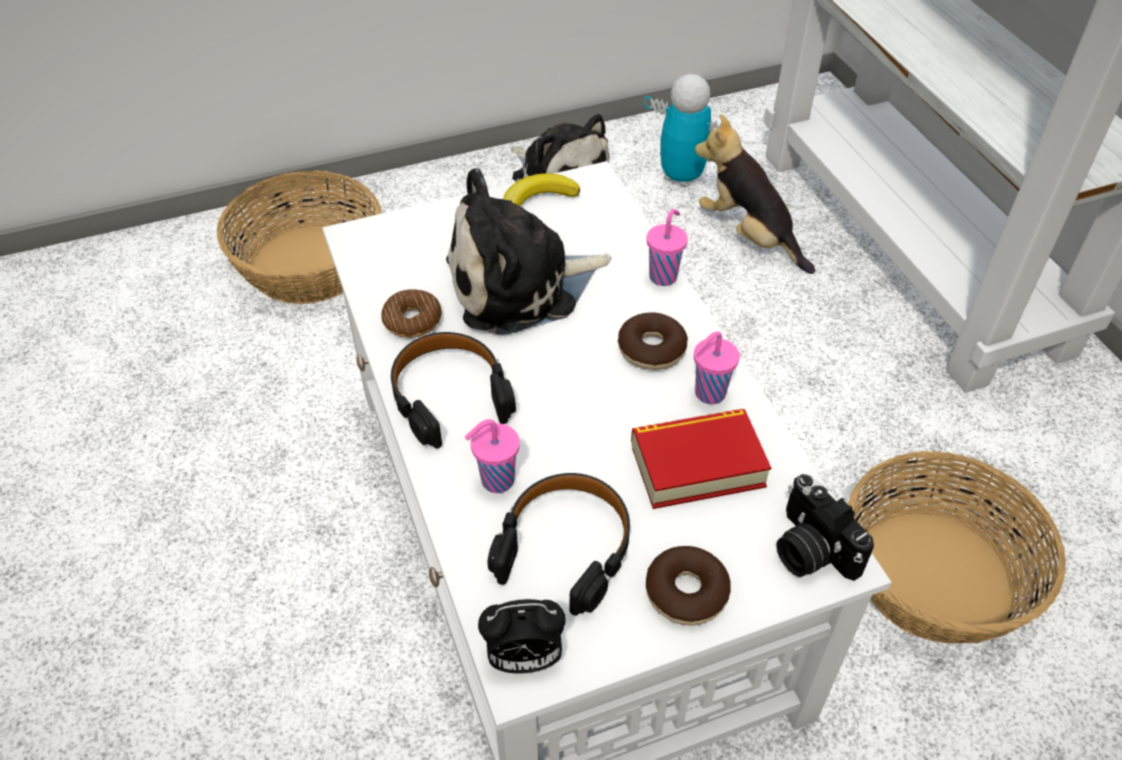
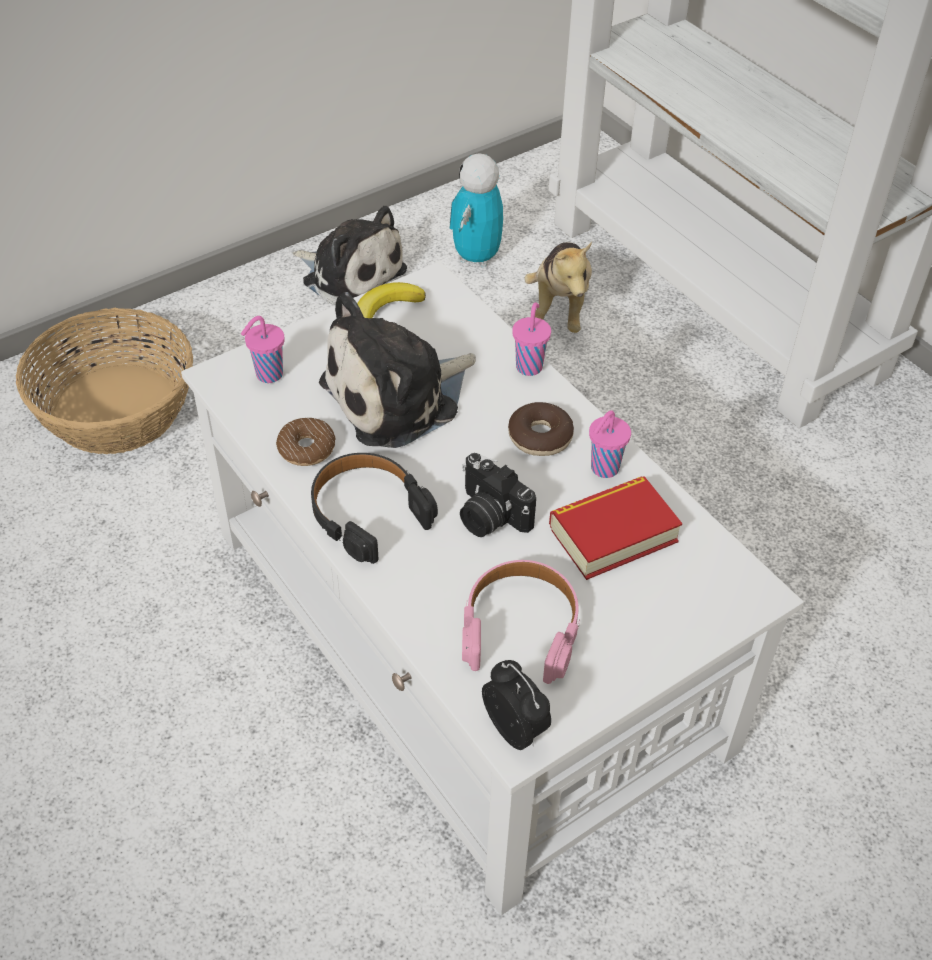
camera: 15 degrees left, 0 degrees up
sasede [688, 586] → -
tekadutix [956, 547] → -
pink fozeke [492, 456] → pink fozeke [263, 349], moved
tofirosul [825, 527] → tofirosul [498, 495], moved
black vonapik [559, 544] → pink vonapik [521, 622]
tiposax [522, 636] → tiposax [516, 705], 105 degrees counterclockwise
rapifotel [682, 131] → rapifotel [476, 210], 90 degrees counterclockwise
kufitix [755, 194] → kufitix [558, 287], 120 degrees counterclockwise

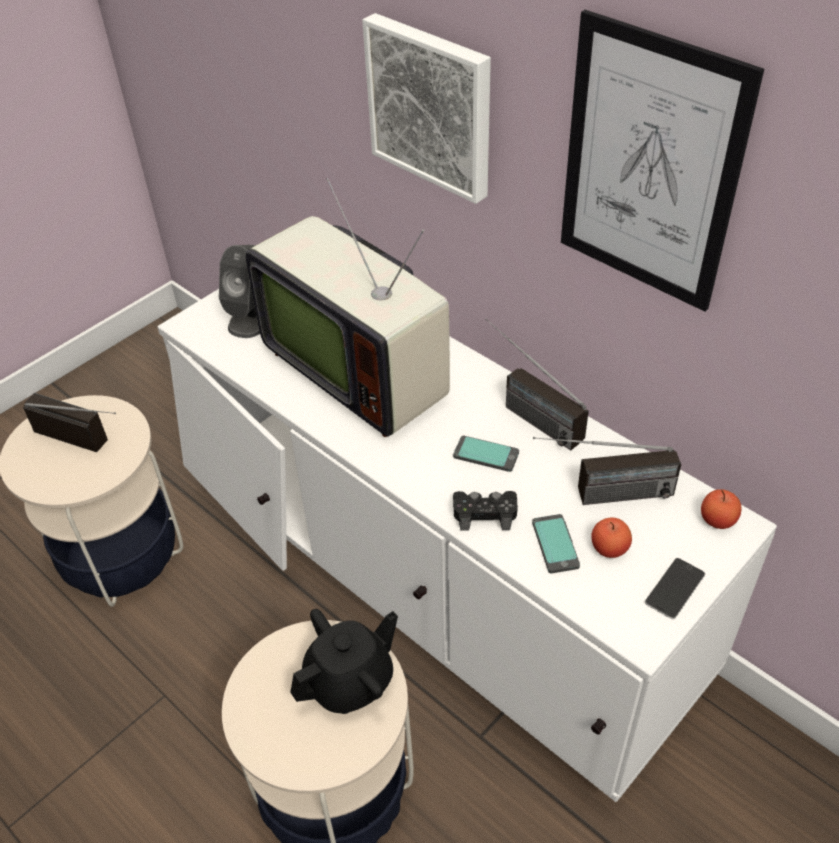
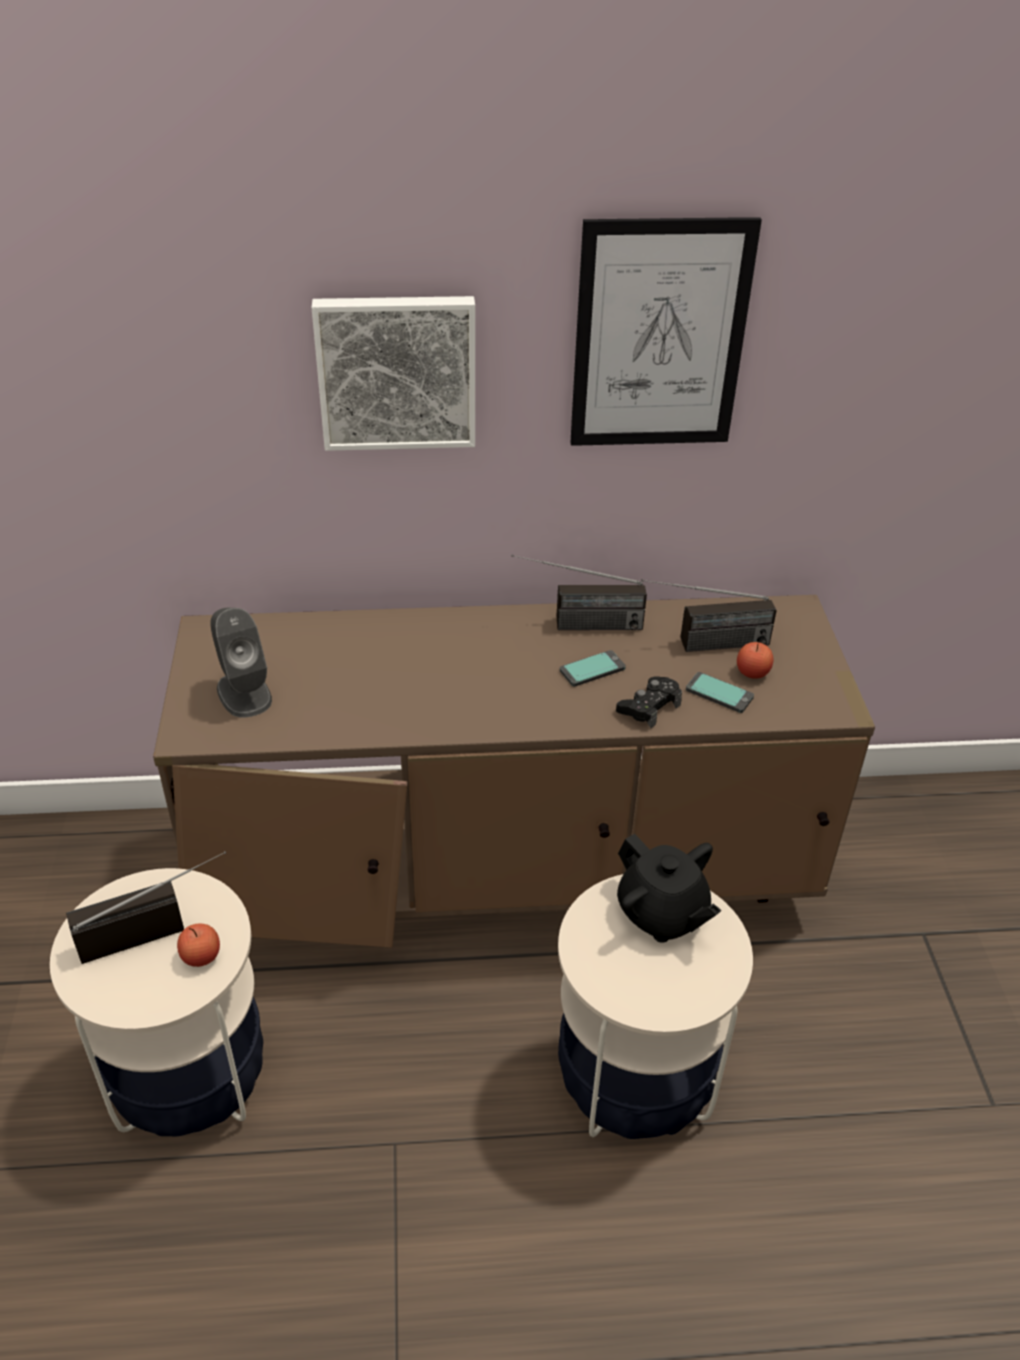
camera: 50 degrees left, 5 degrees down
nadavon [347, 307] → -
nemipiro [675, 588] → -
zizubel [721, 509] → zizubel [198, 945], moved
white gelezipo [467, 545] → brown gelezipo [514, 771]
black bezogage [344, 661] → black bezogage [669, 888], 135 degrees clockwise
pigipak [607, 471] → pigipak [709, 615], 45 degrees clockwise

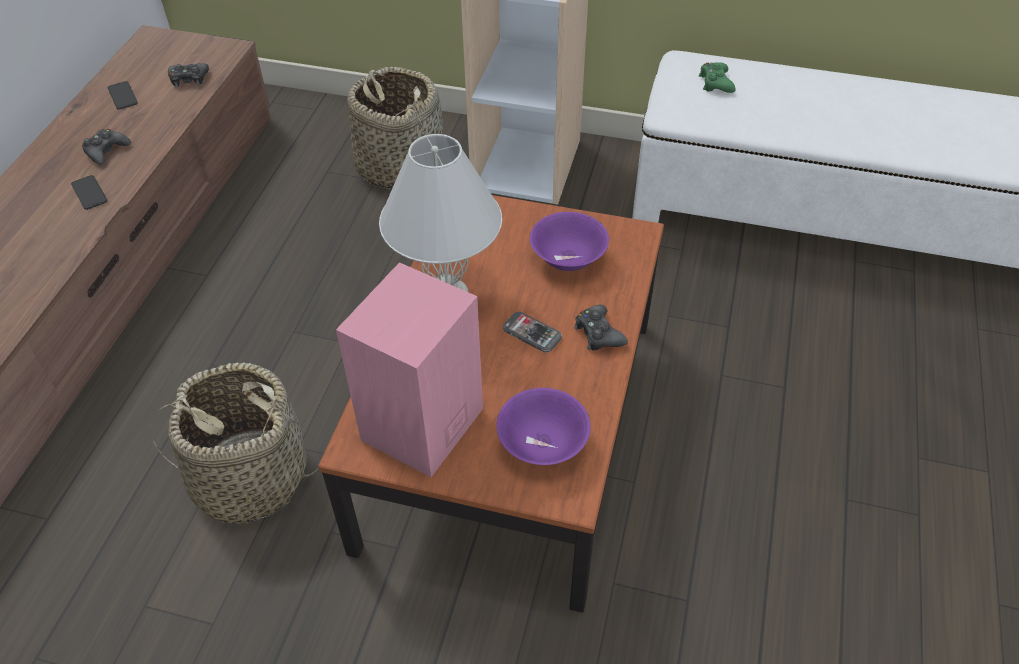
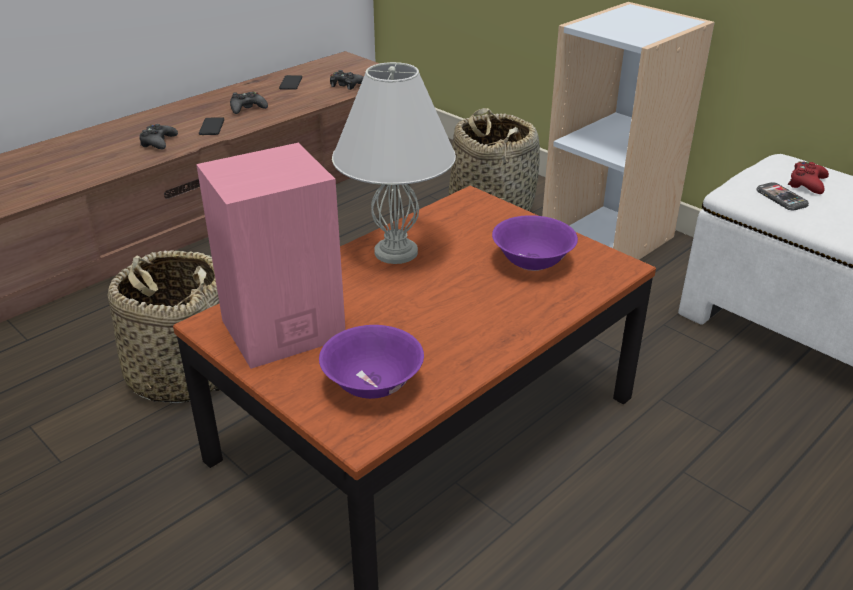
camera: 30 degrees right, 15 degrees down
nemipiro [532, 332] → nemipiro [783, 196], moved
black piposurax [601, 328] → black piposurax [158, 136], moved
green piposurax [717, 77] → red piposurax [808, 178]

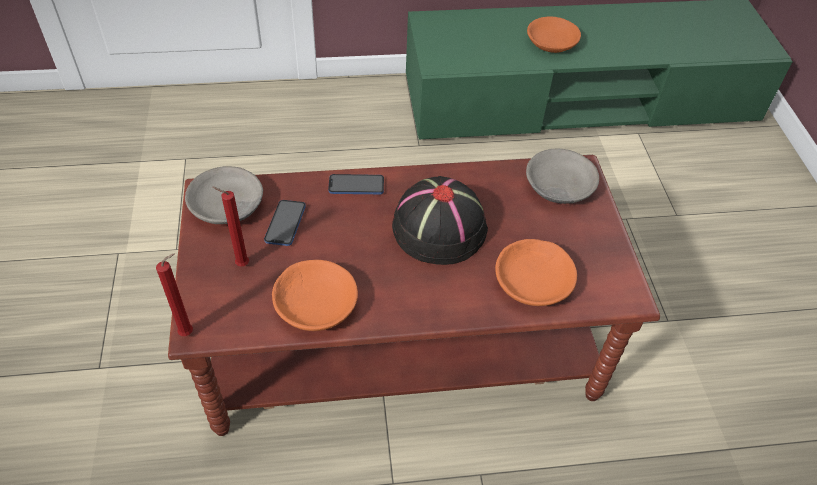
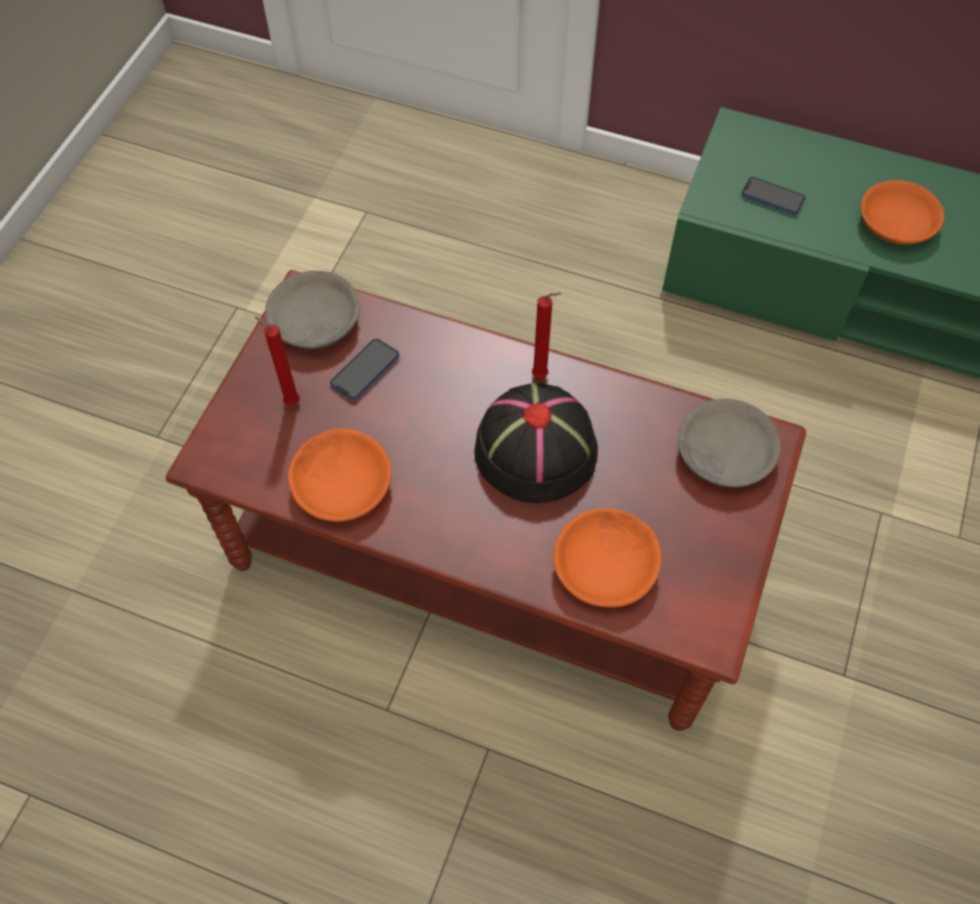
camera: 30 degrees right, 10 degrees up
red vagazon [174, 295] → red vagazon [547, 336], moved
nemipiro [356, 184] → nemipiro [774, 196], moved

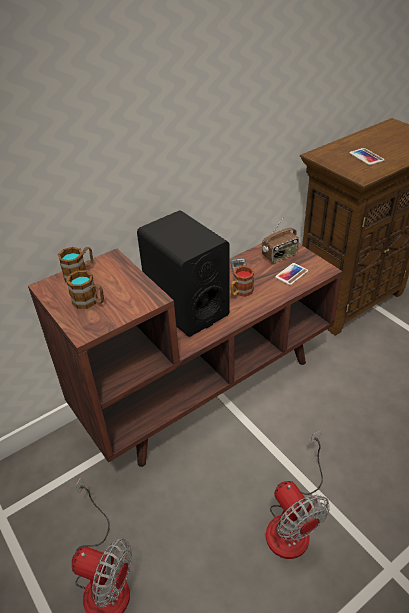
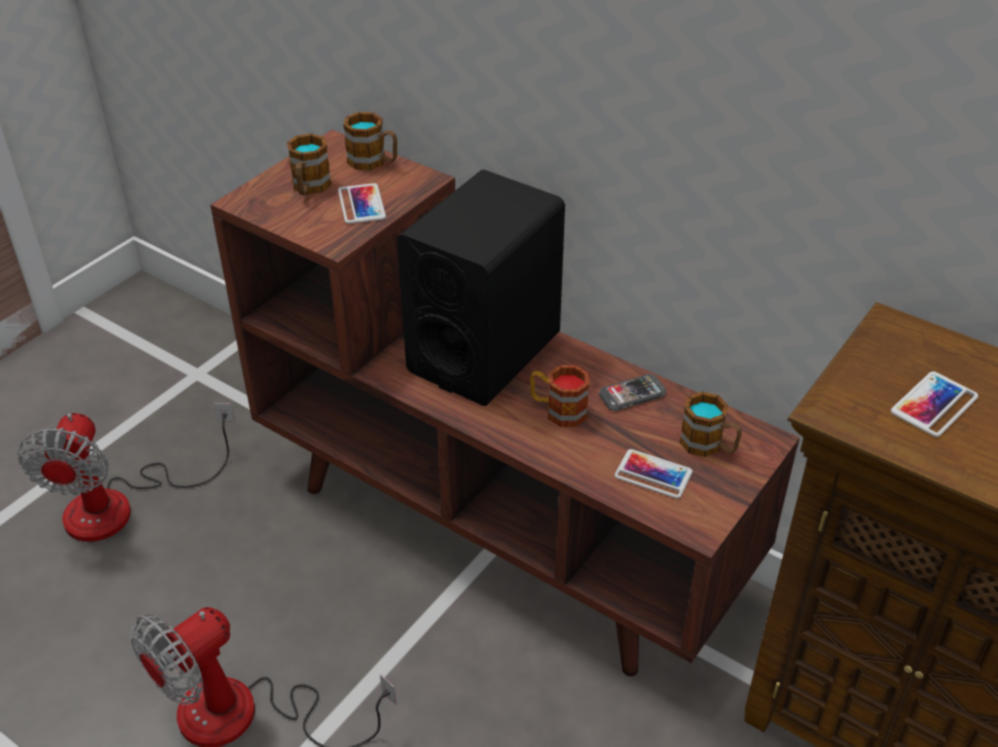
camera: 70 degrees right, 0 degrees up
- → nemipiro [362, 203]
pigipak [280, 240] → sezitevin [710, 424]

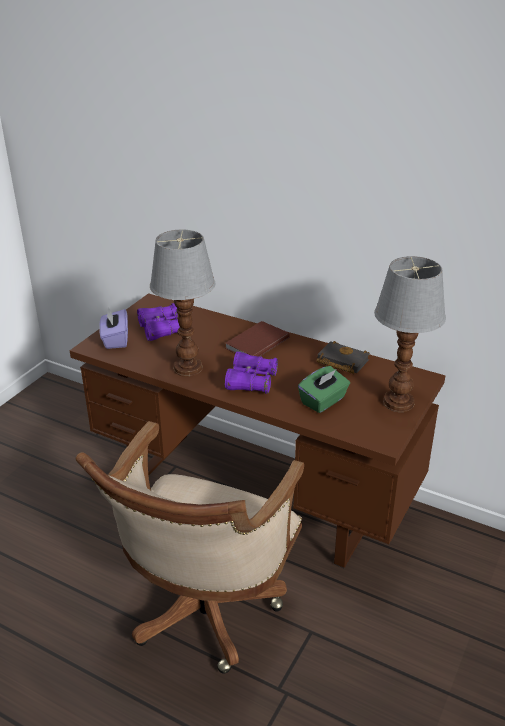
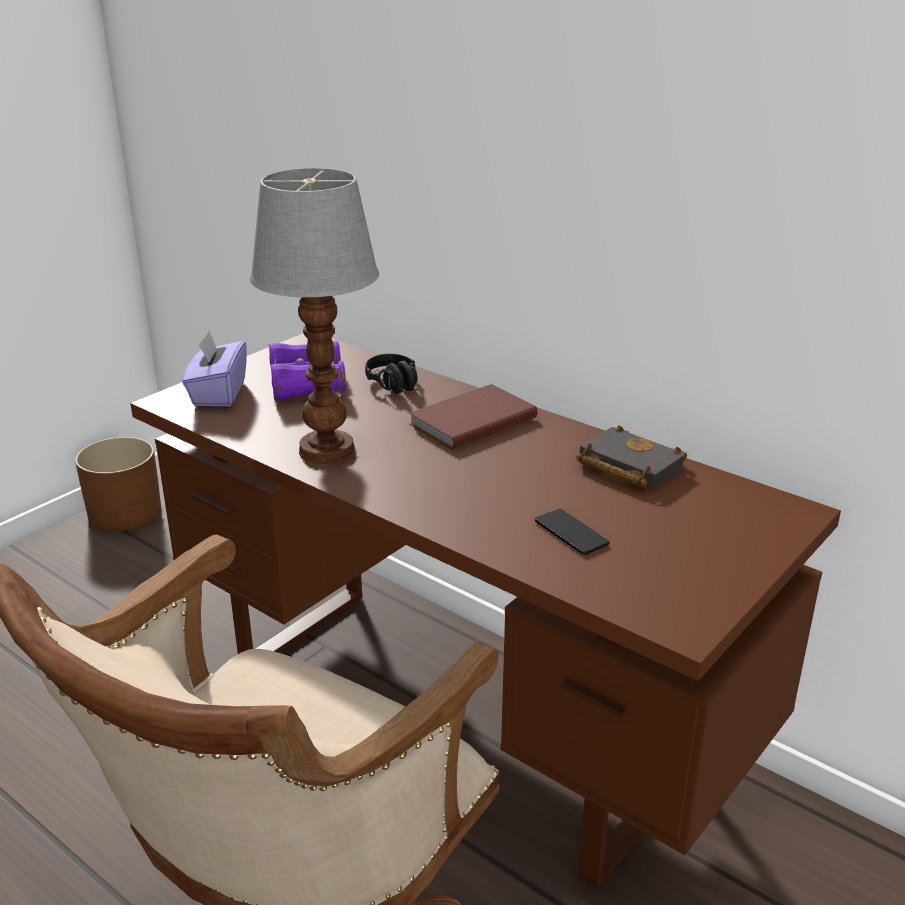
camera: 10 degrees right, 5 degrees down
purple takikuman [251, 373] → -
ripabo [410, 334] → -
- → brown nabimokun [118, 484]
- → black vonapik [391, 374]
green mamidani [324, 389] → nemipiro [572, 532]

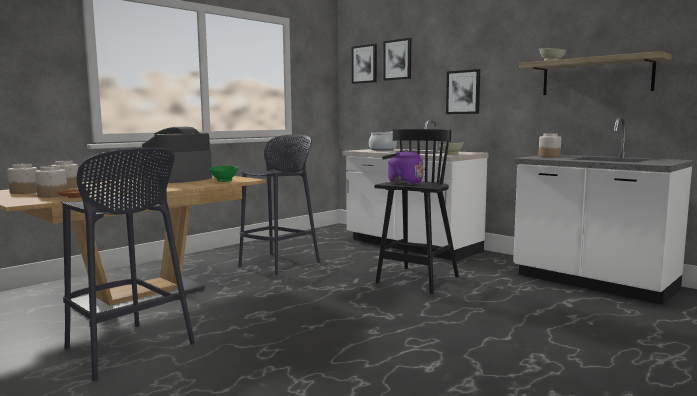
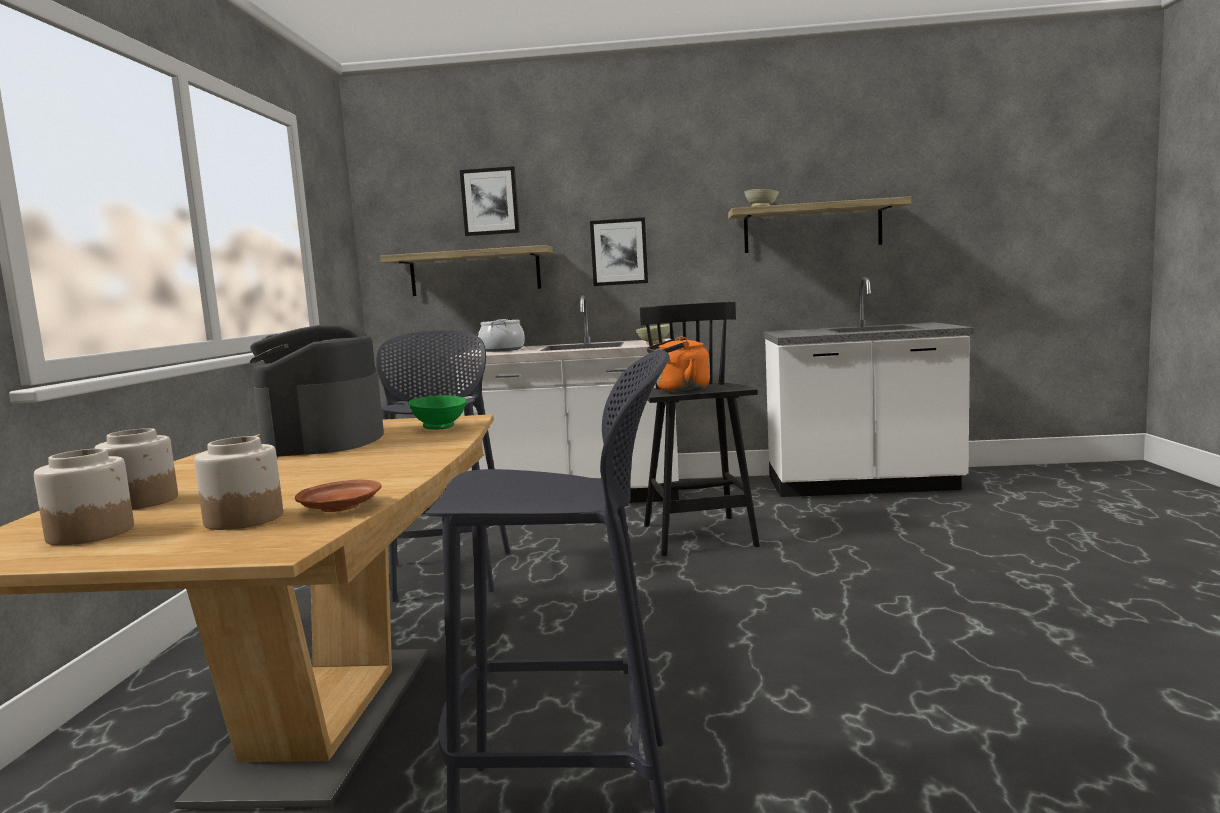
camera: 40 degrees left, 0 degrees up
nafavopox [364, 64] → -
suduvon [550, 145] → -
- → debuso [467, 270]
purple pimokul [402, 167] → orange pimokul [678, 364]

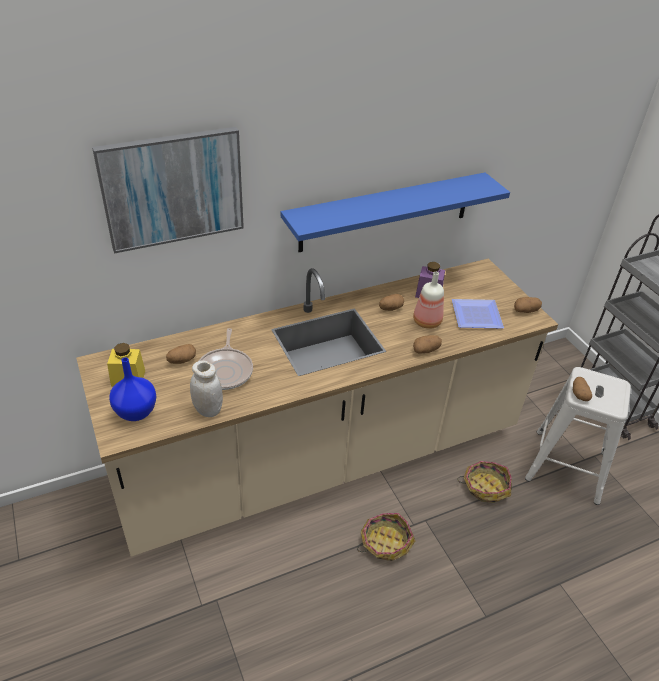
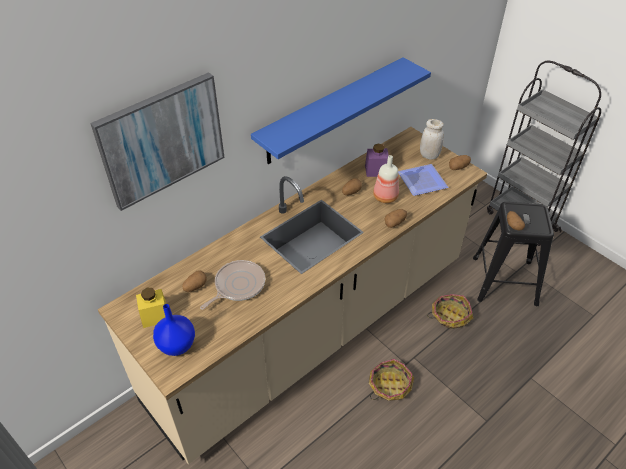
camera: 15 degrees left, 5 degrees up
white suduvon [206, 389] → white suduvon [432, 139], moved
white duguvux [578, 436] → black duguvux [513, 254]
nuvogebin [226, 359] → nuvogebin [232, 285], 120 degrees counterclockwise

